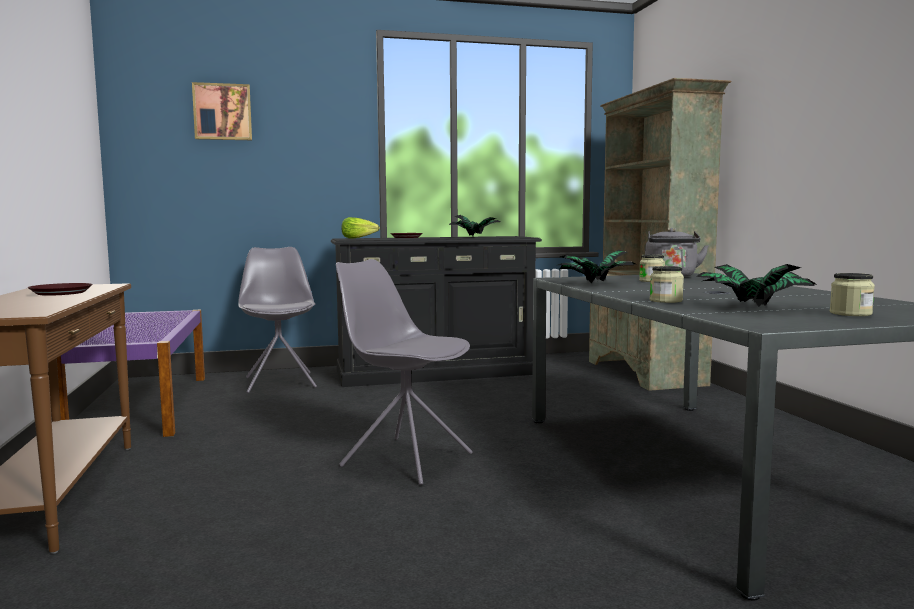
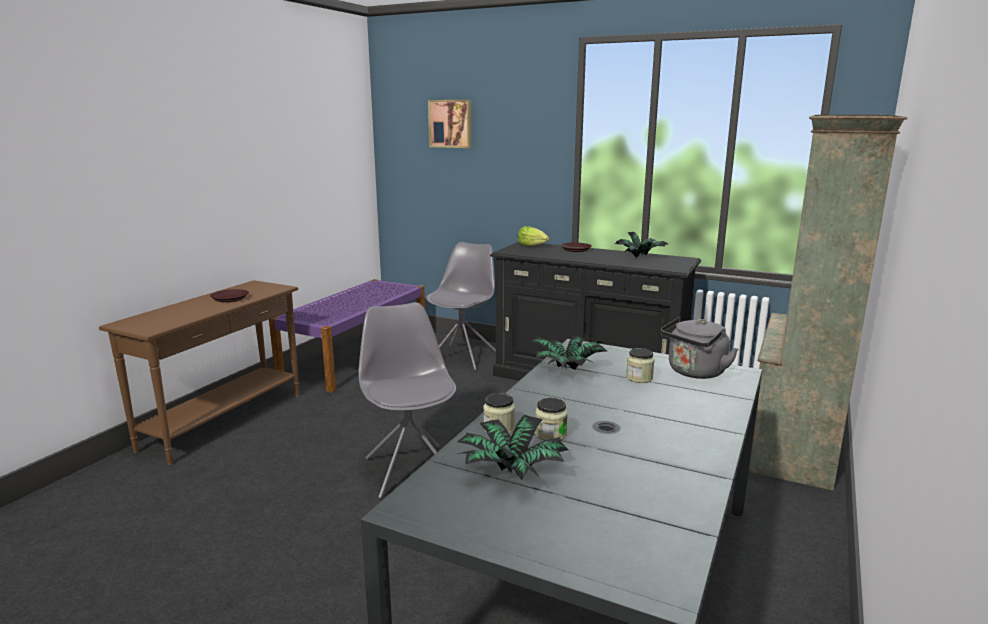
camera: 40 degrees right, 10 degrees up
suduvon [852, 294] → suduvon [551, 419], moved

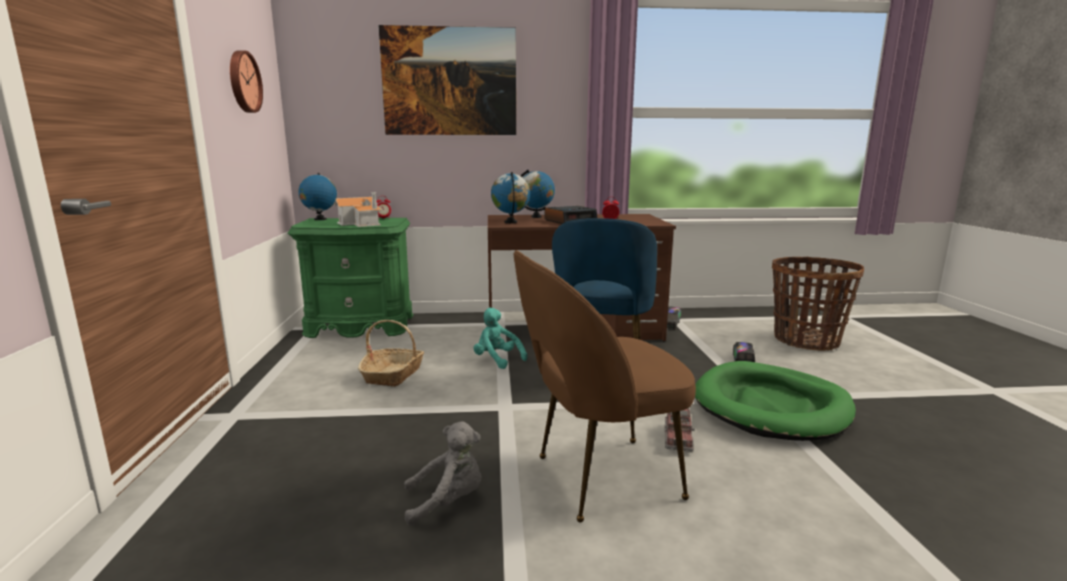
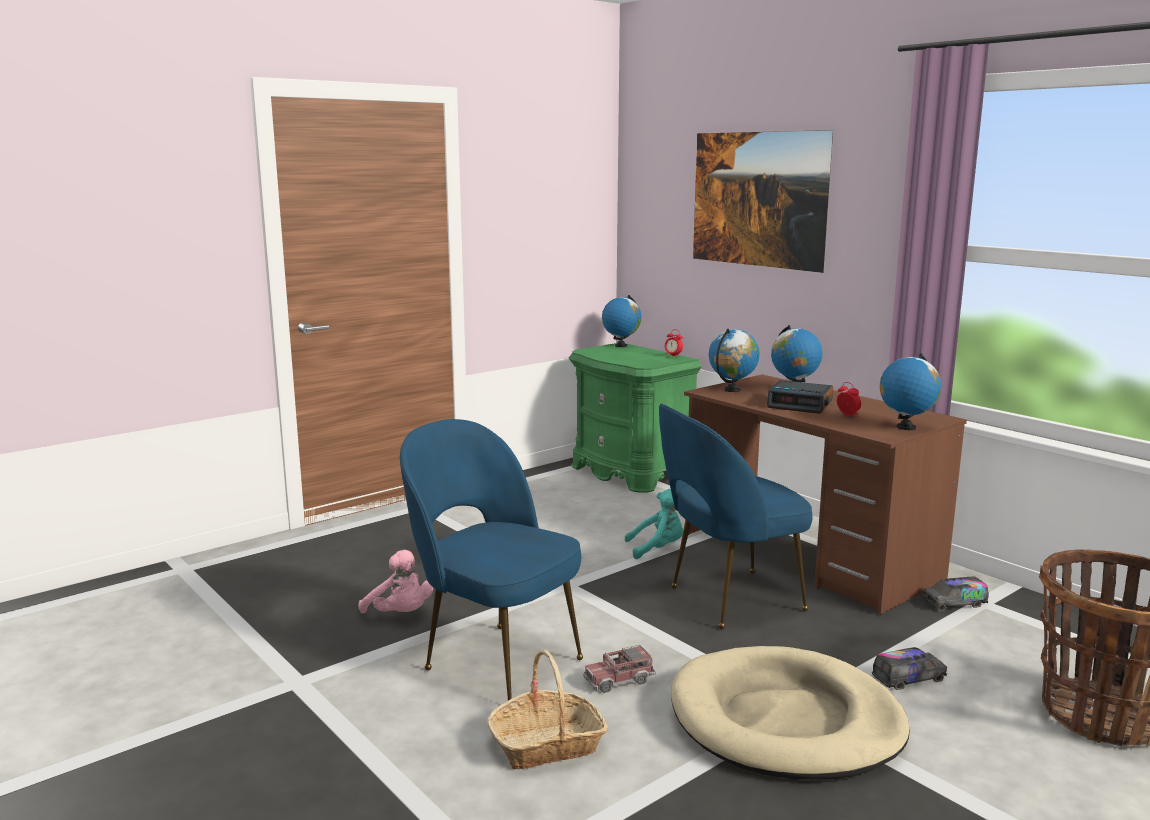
camera: 55 degrees right, 0 degrees up
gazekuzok [246, 81] → -
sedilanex [358, 209] → -
- → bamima [910, 391]
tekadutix [391, 353] → tekadutix [547, 709], moved
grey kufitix [443, 474] → pink kufitix [396, 582]
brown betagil [605, 386] → blue betagil [491, 559]
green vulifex [775, 401] → beige vulifex [790, 713]
turquoise kufitix [500, 338] → turquoise kufitix [654, 524], 75 degrees clockwise

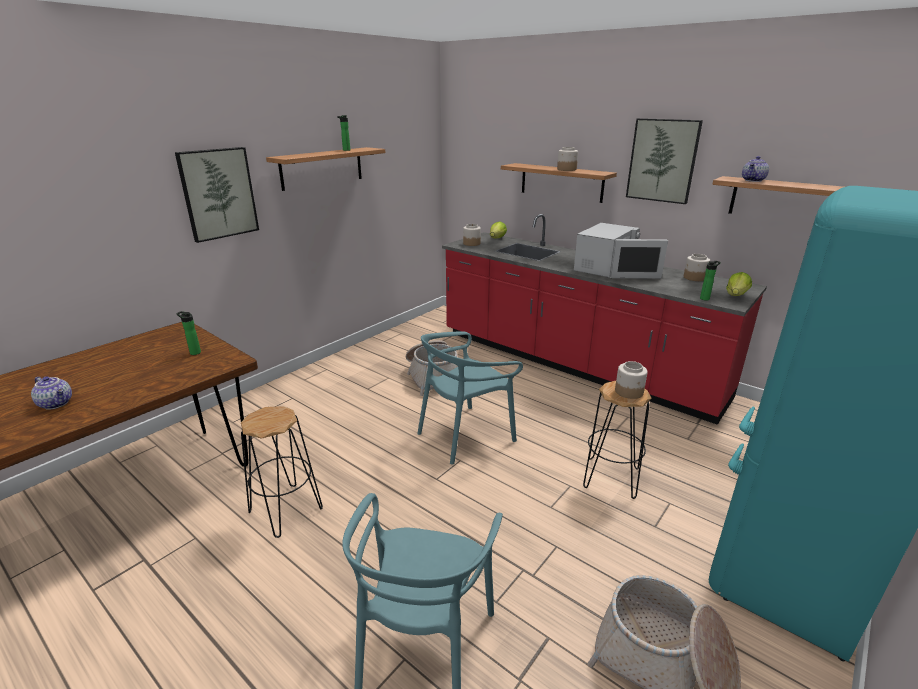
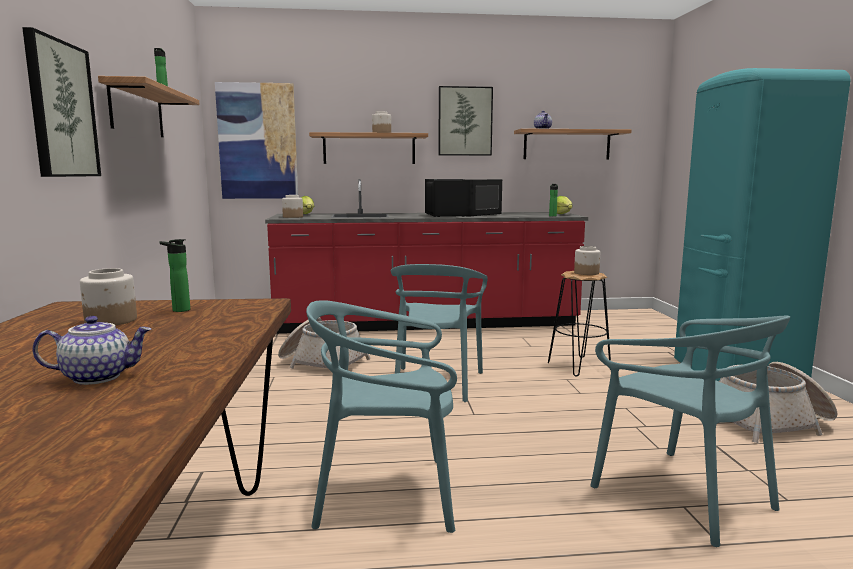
camera: 45 degrees left, 15 degrees down
- → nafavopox [256, 140]
suduvon [697, 267] → suduvon [108, 297], moved
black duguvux [282, 472] → turquoise betagil [381, 416]
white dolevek [621, 251] → black dolevek [463, 198]

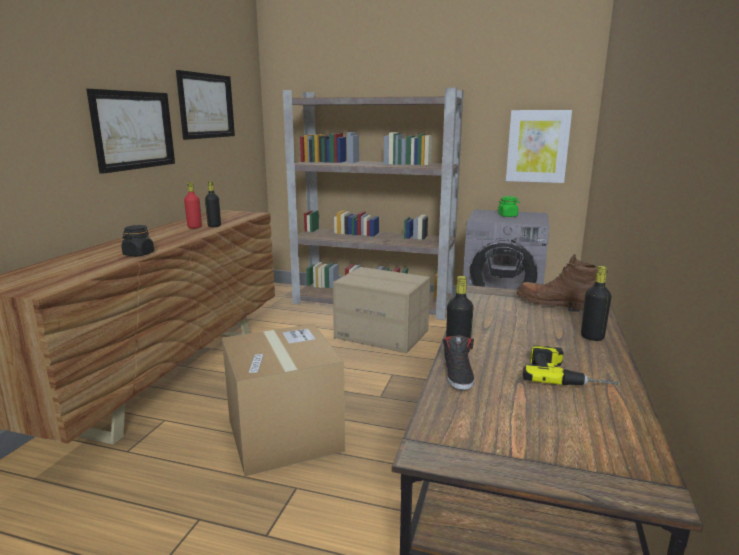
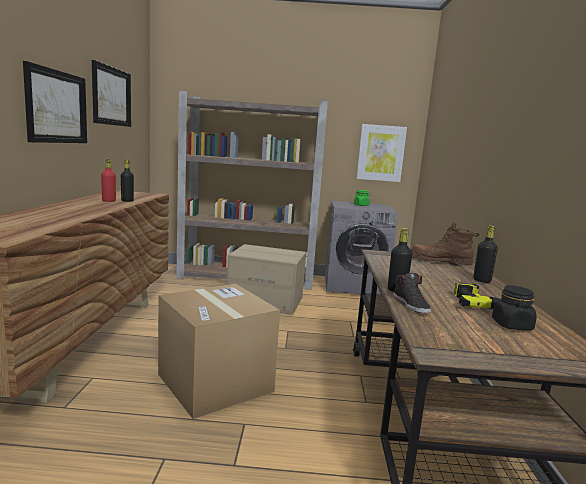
camera: 15 degrees left, 5 degrees down
black suduvon [137, 240] → black suduvon [514, 307], moved

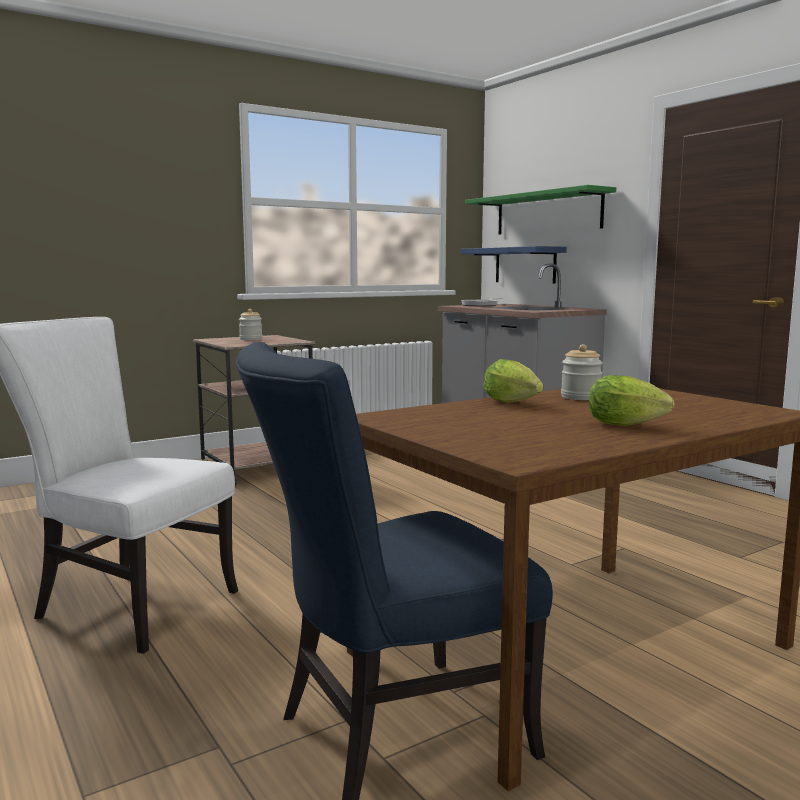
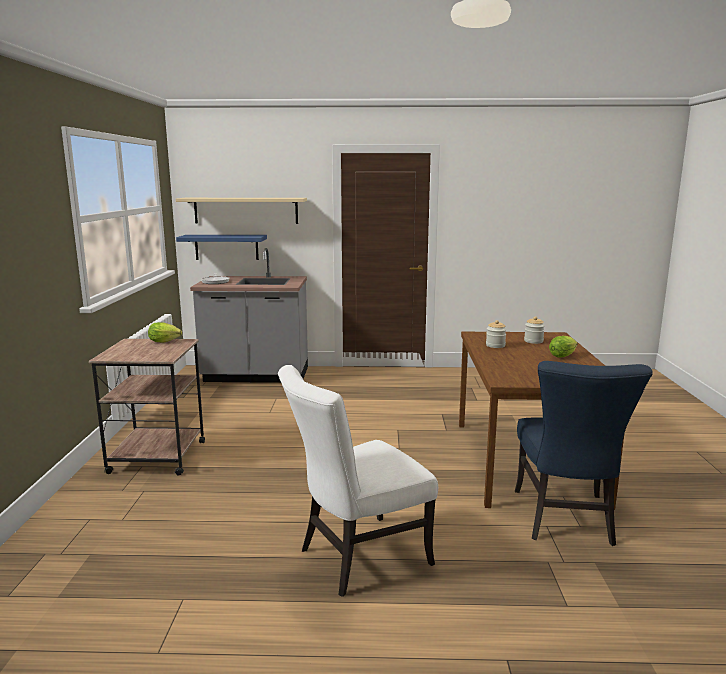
camera: 55 degrees left, 5 degrees up
suduvon [250, 324] → suduvon [534, 330], moved
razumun [513, 381] → razumun [165, 332], moved
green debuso [540, 209] → beige debuso [241, 211]

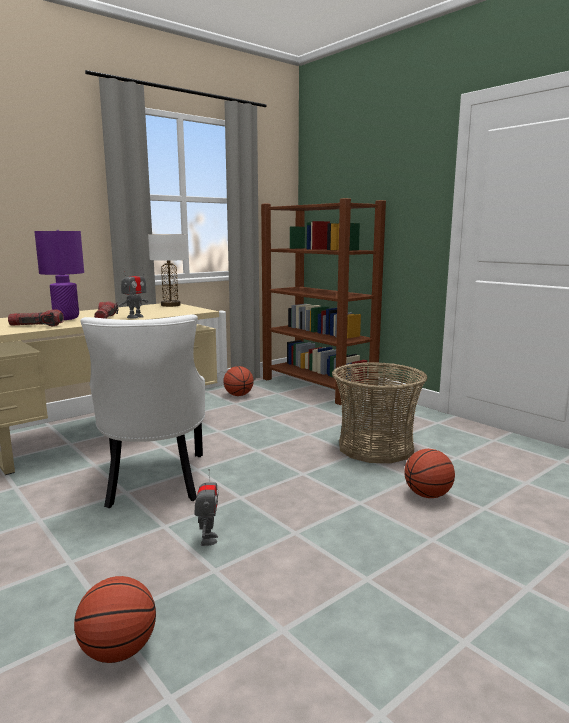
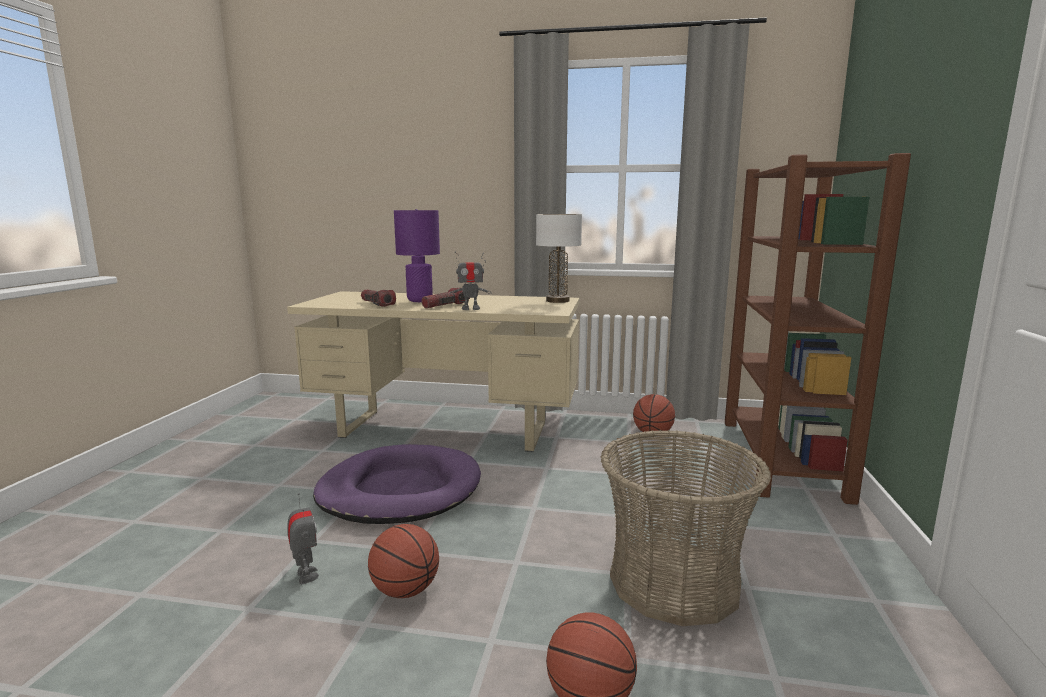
camera: 50 degrees right, 0 degrees up
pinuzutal [115, 619] → pinuzutal [403, 561], moved
white betagil [142, 411] → purple vulifex [397, 484]
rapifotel [206, 507] → rapifotel [303, 539], 75 degrees counterclockwise

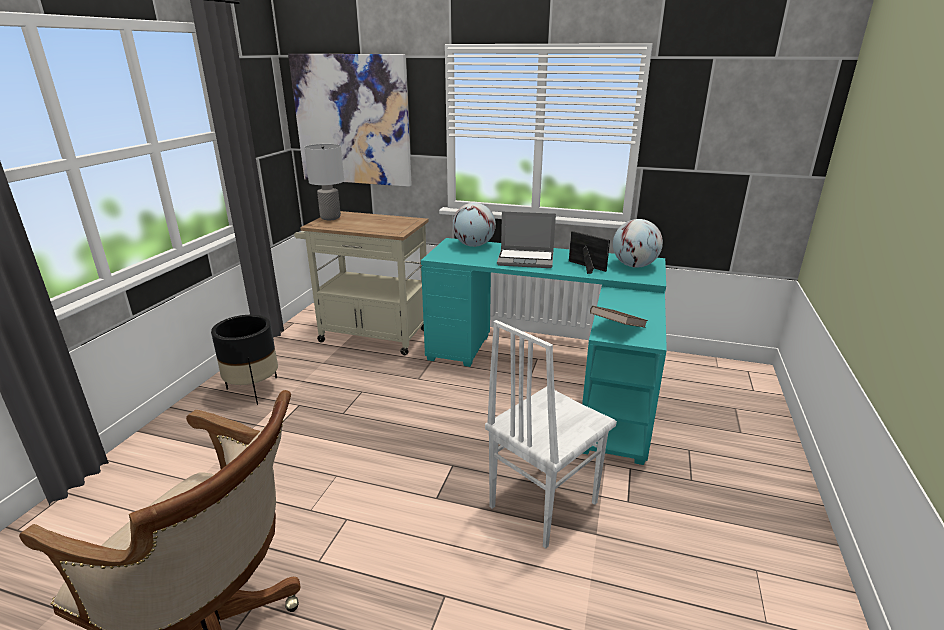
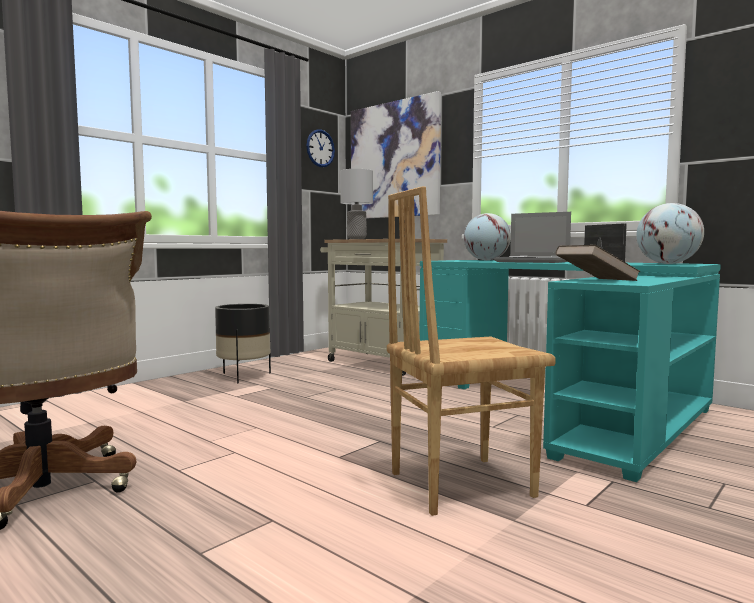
camera: 25 degrees right, 20 degrees down
- → gazekuzok [321, 148]
white betagil [551, 434] → brown betagil [471, 351]

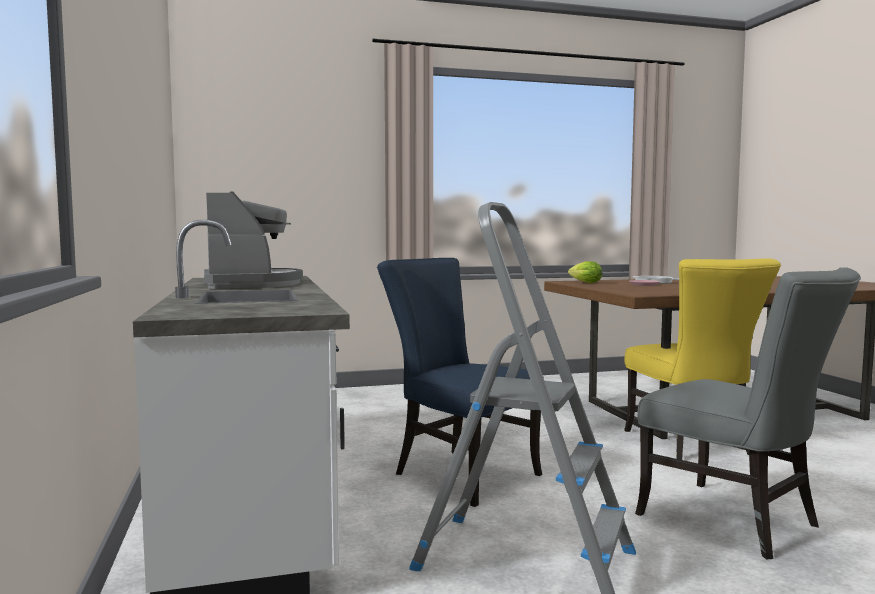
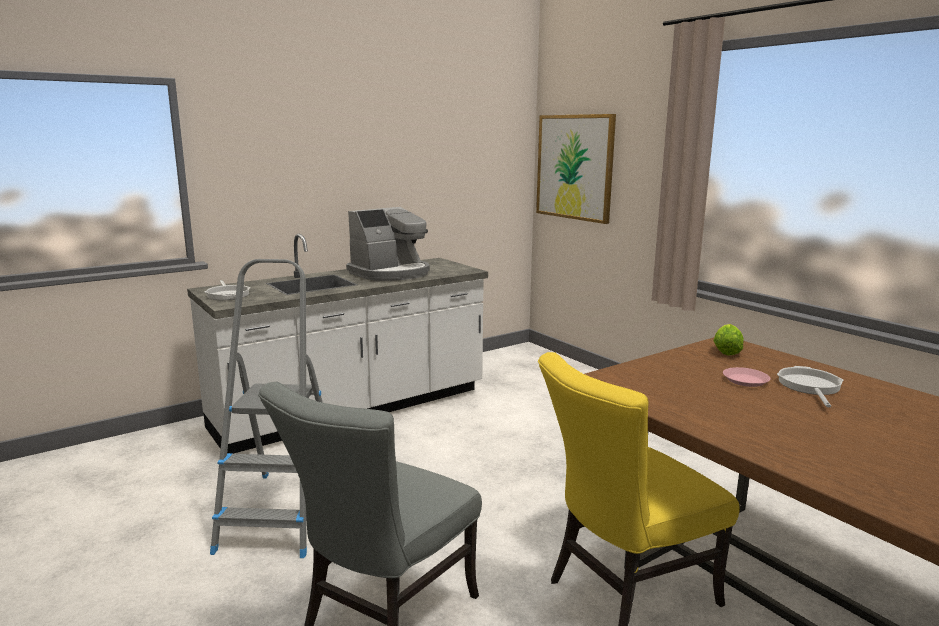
camera: 70 degrees right, 10 degrees up
blue betagil [460, 382] → -
- → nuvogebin [228, 290]
- → nafavopox [576, 169]

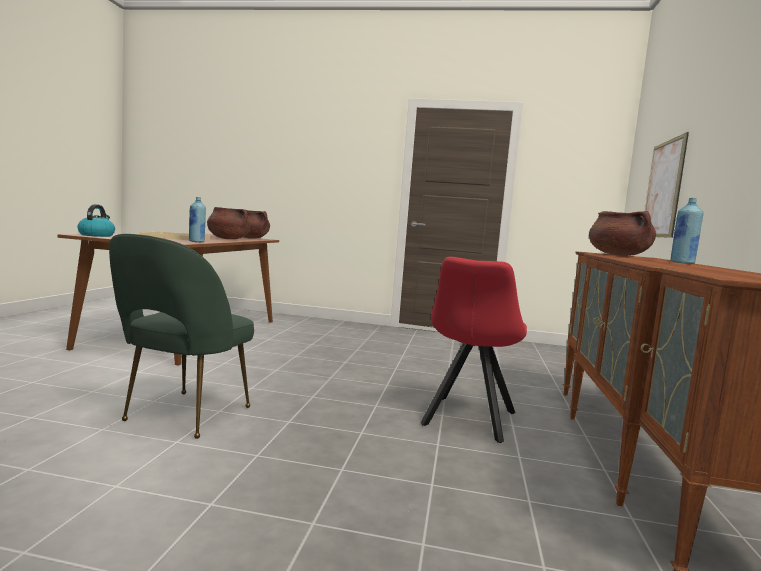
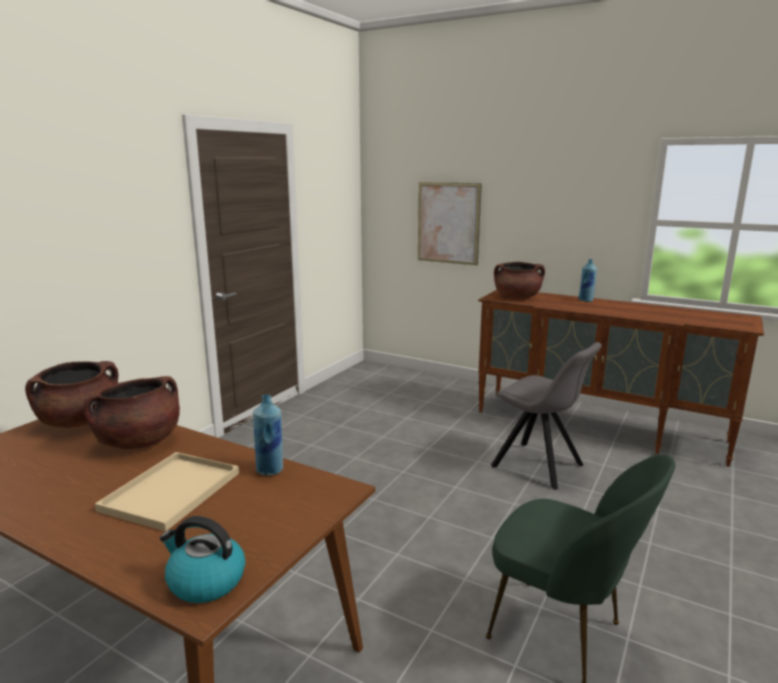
camera: 70 degrees left, 10 degrees up
red betagil [473, 350] → grey betagil [546, 416]

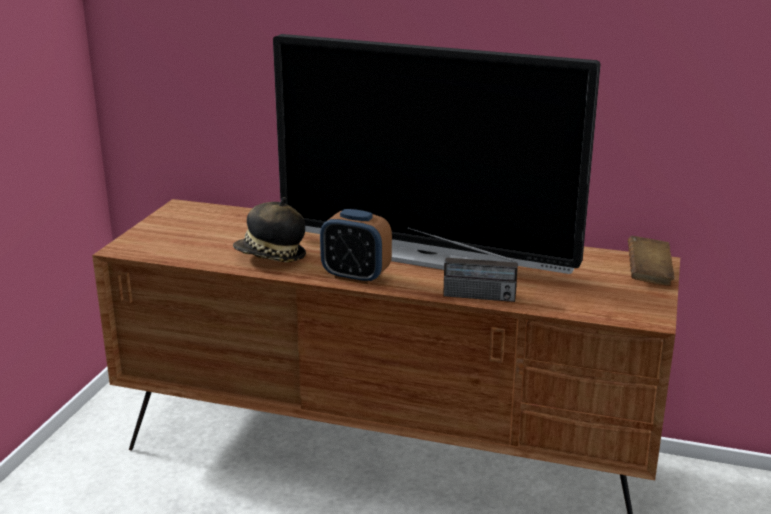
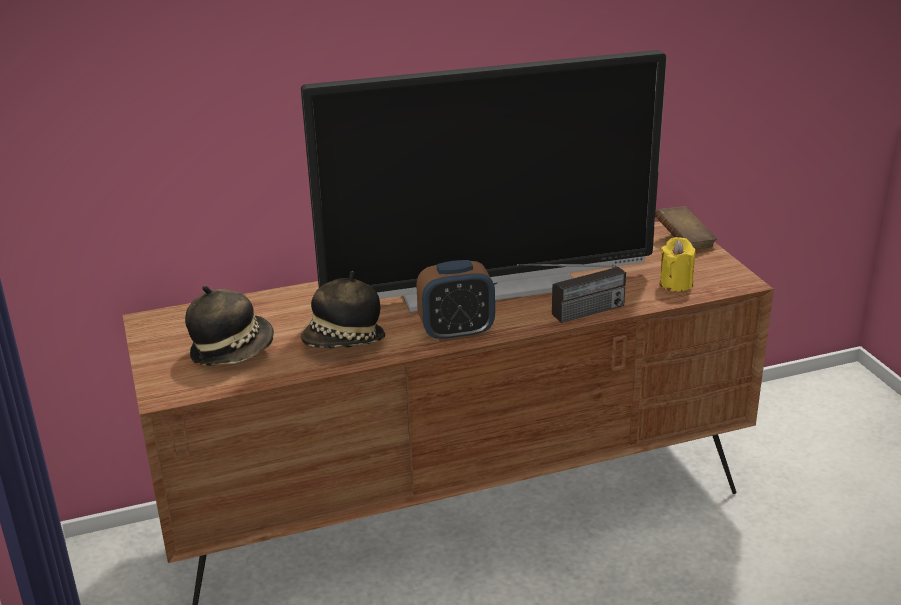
camera: 35 degrees left, 5 degrees up
- → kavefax [229, 325]
- → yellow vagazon [677, 264]

